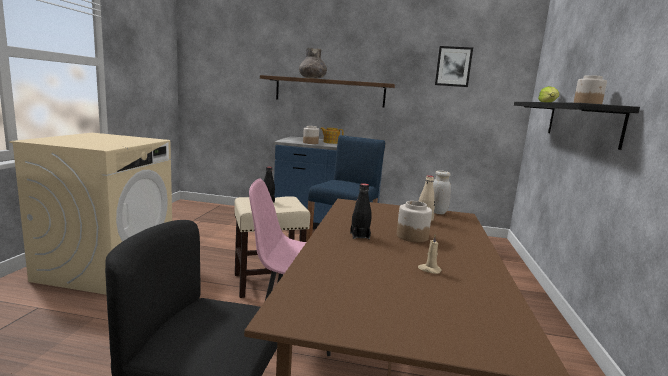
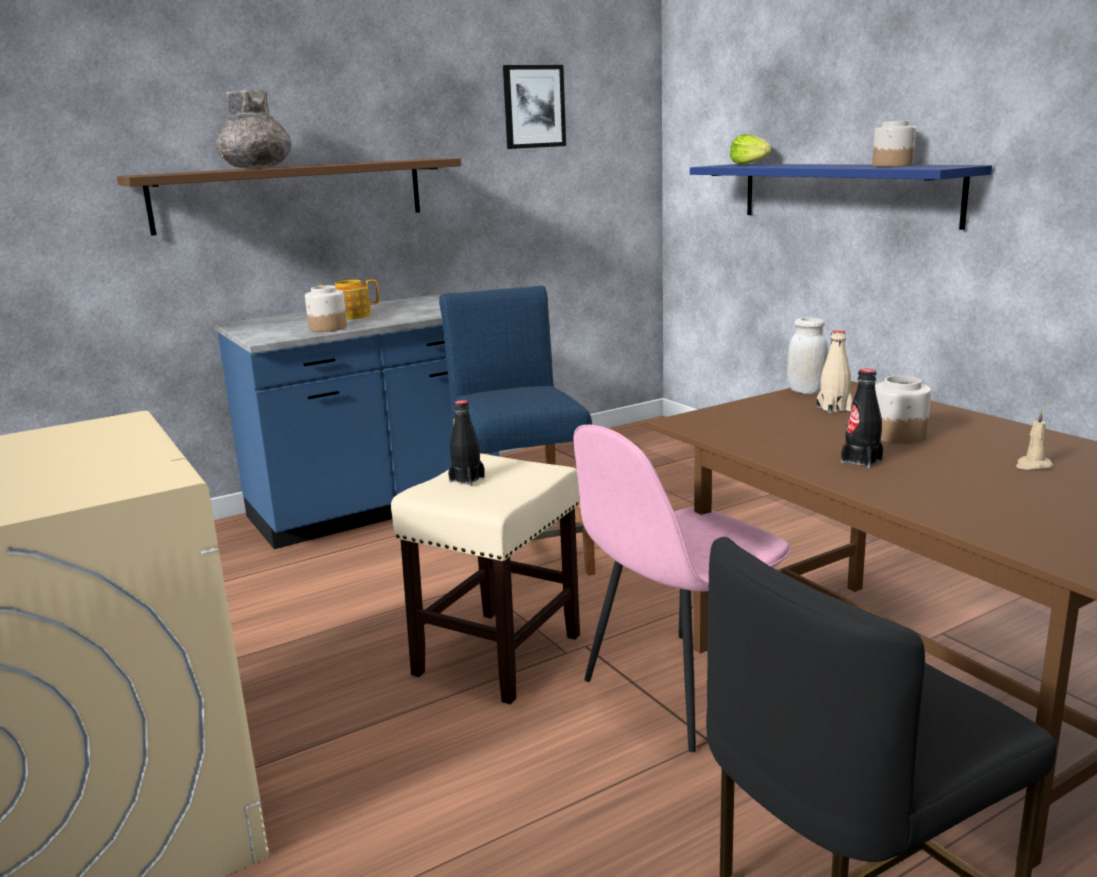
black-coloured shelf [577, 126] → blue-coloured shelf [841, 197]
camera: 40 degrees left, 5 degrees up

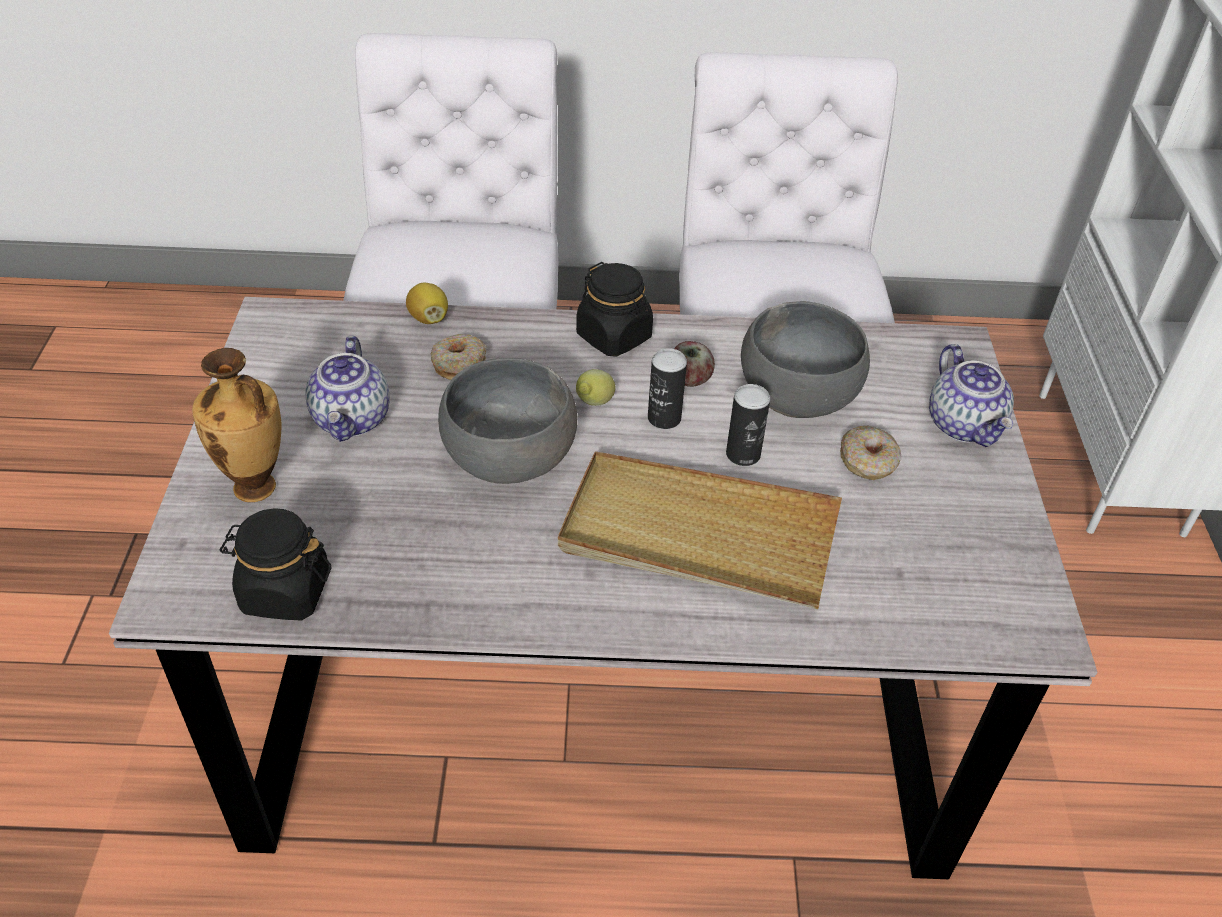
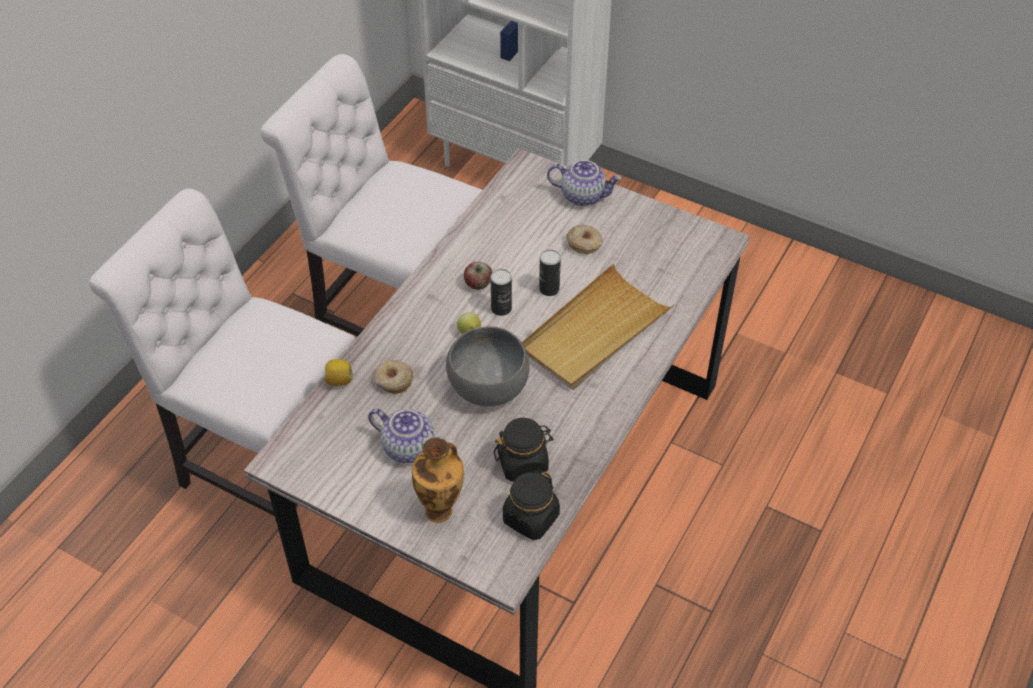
black-coloured preserve jar [614, 309] → black-coloured preserve jar [523, 450], moved
gray bowl [805, 359] → -
camera: 60 degrees left, 5 degrees up

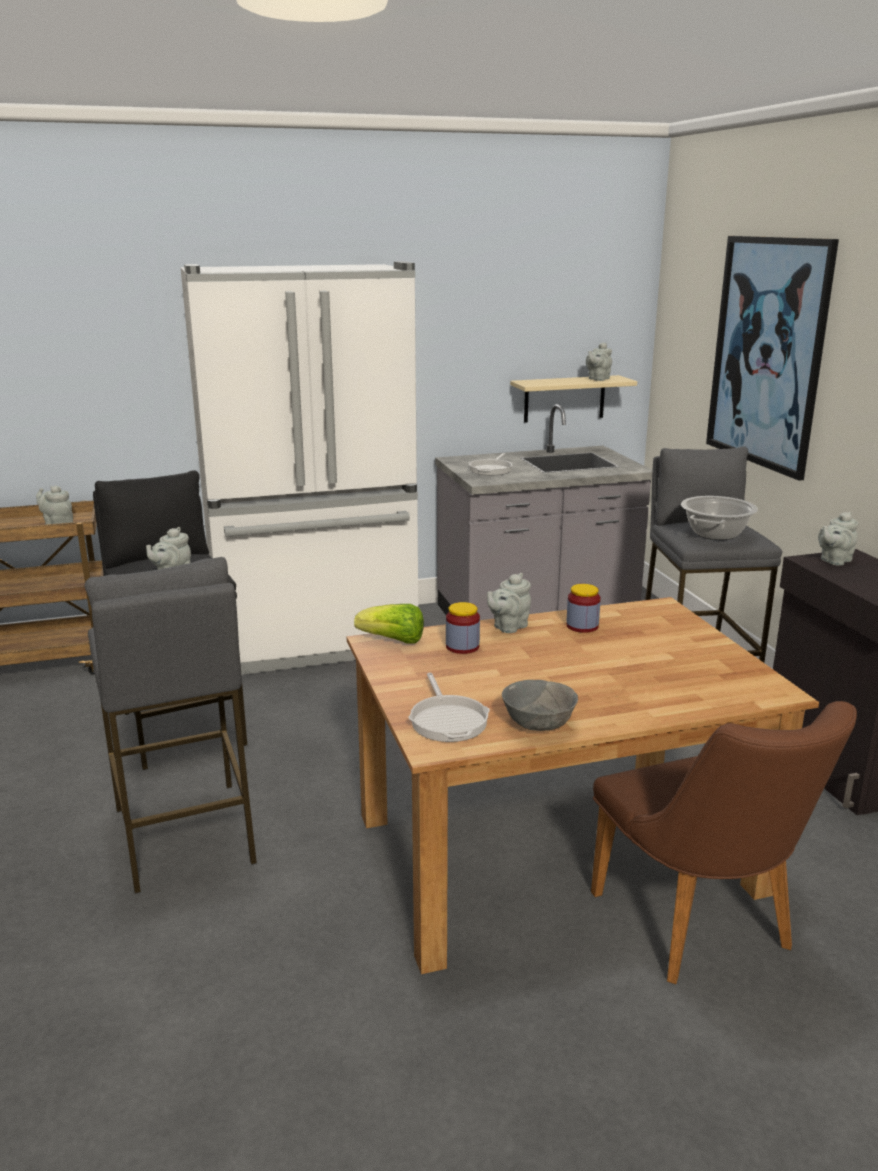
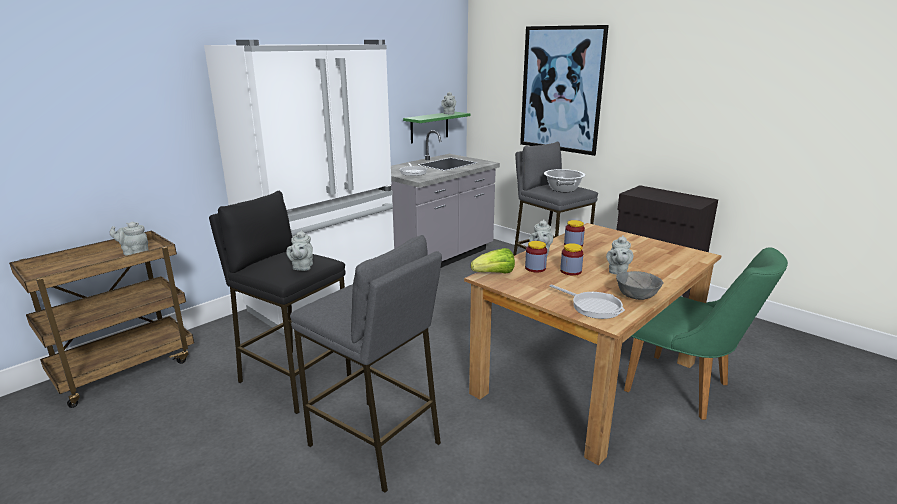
beige-coloured shelf [573, 399] → greenish shelf [437, 128]
- → preserve jar [572, 259]
gray tea pot [838, 539] → gray tea pot [619, 255], moved
brownish chair [724, 842] → greenish chair [706, 333]
camera: 30 degrees left, 0 degrees up

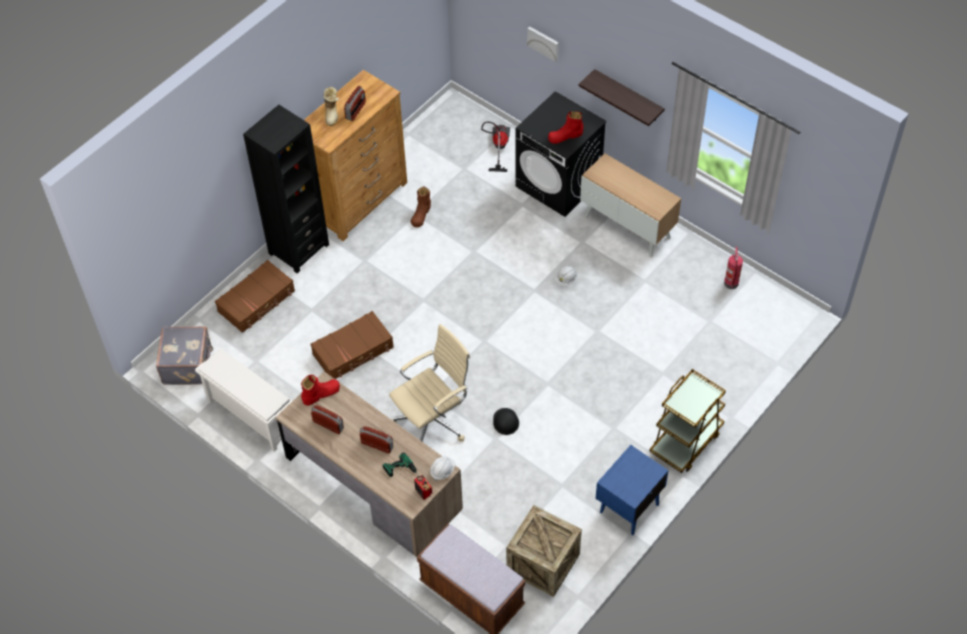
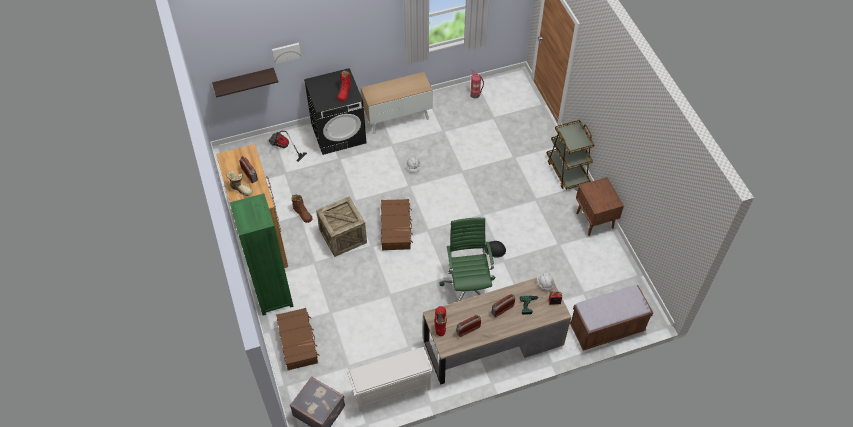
shelf [621, 97] → shelf [245, 83], moved
black-coloured shelving unit [286, 189] → greenish shelving unit [262, 254]
shipping crate [544, 551] → shipping crate [341, 226], moved
brownish piece of luggage [352, 345] → brownish piece of luggage [397, 224], moved
beige-coloured office chair [429, 383] → greenish office chair [467, 259]
blue-coloured nightstand [632, 490] → brownish nightstand [600, 206]
camera: 60 degrees left, 0 degrees up

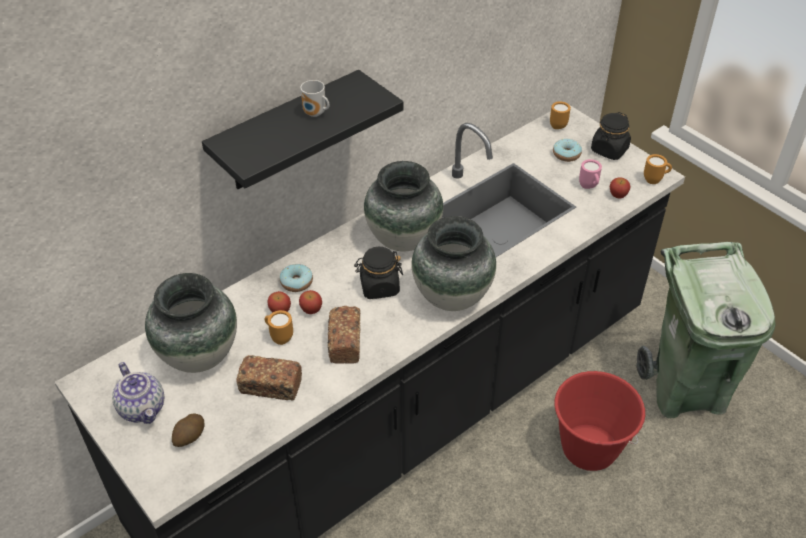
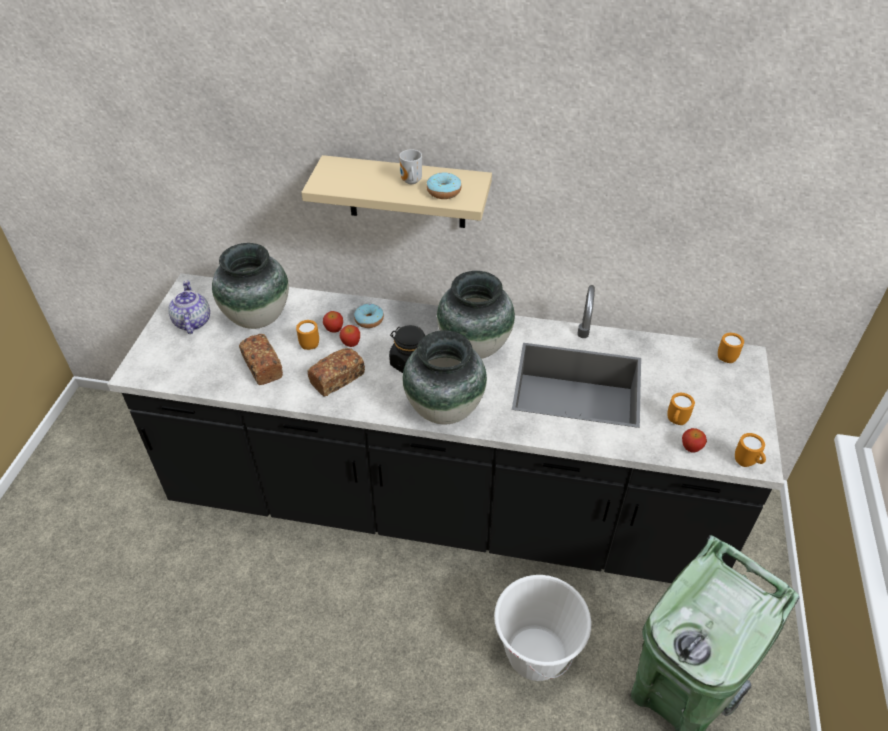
tea pot [138, 393] → tea pot [189, 307], 150 degrees clockwise
black-coloured shelf [303, 129] → beige-coloured shelf [396, 191]
doughnut [567, 150] → doughnut [443, 185], moved
red-coloured water bucket [599, 421] → whitish water bucket [542, 628]
pink mug [590, 174] → orange mug [681, 409]
potato [188, 430] → -
black-coloured preserve jar [611, 136] → -
camera: 50 degrees right, 0 degrees up

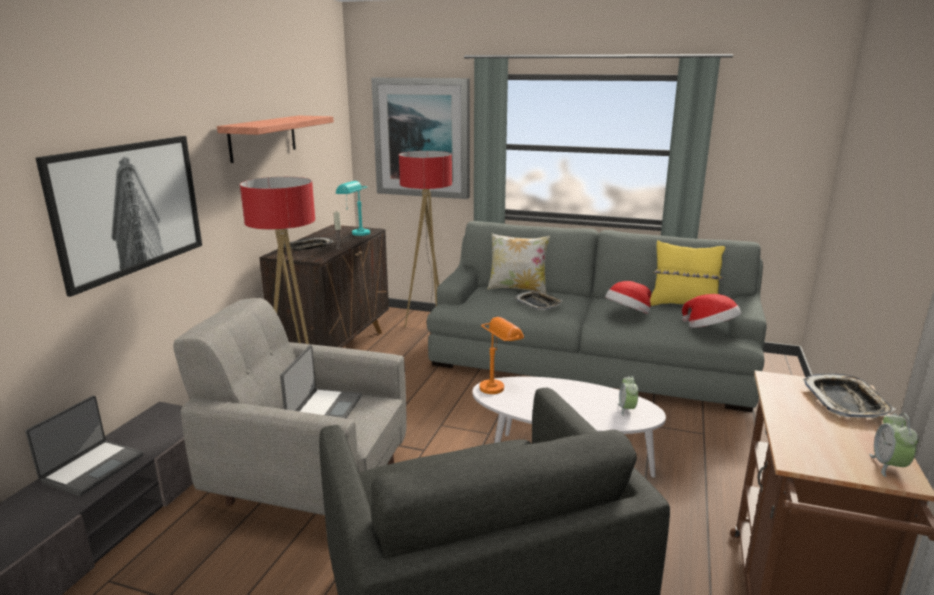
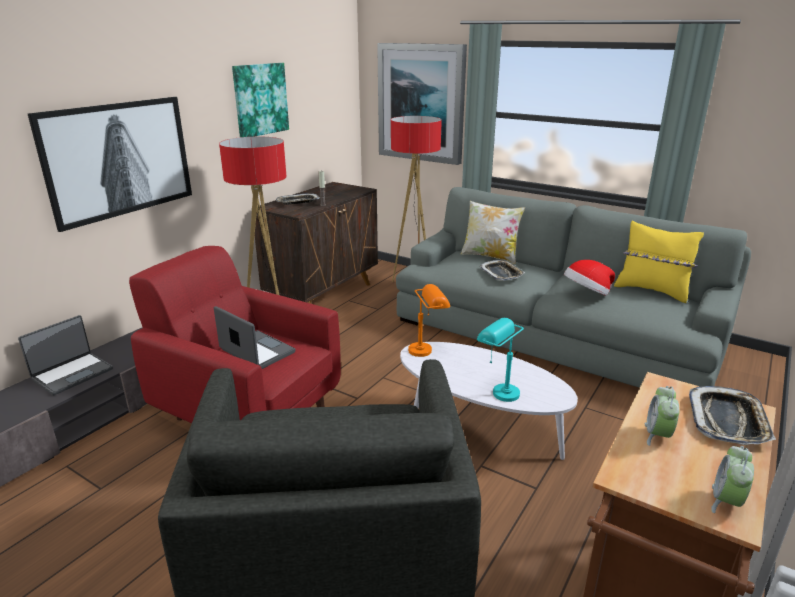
gray armchair [290, 406] → red-coloured armchair [235, 334]
laptop [321, 382] → laptop [255, 337], 75 degrees counterclockwise
shelf [275, 139] → wall picture [260, 100]
blue-green table lamp [353, 208] → blue-green table lamp [500, 360], moved
alarm clock [628, 396] → alarm clock [662, 416], moved
hat [711, 311] → -
camera: 15 degrees right, 5 degrees up

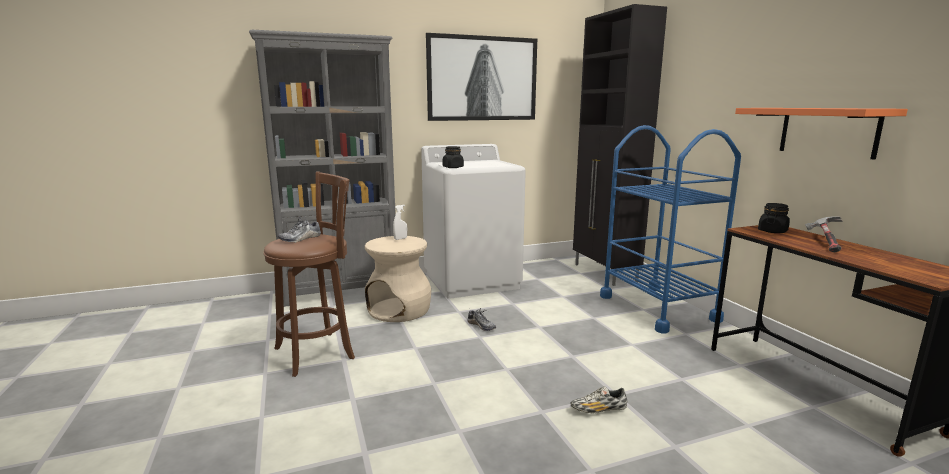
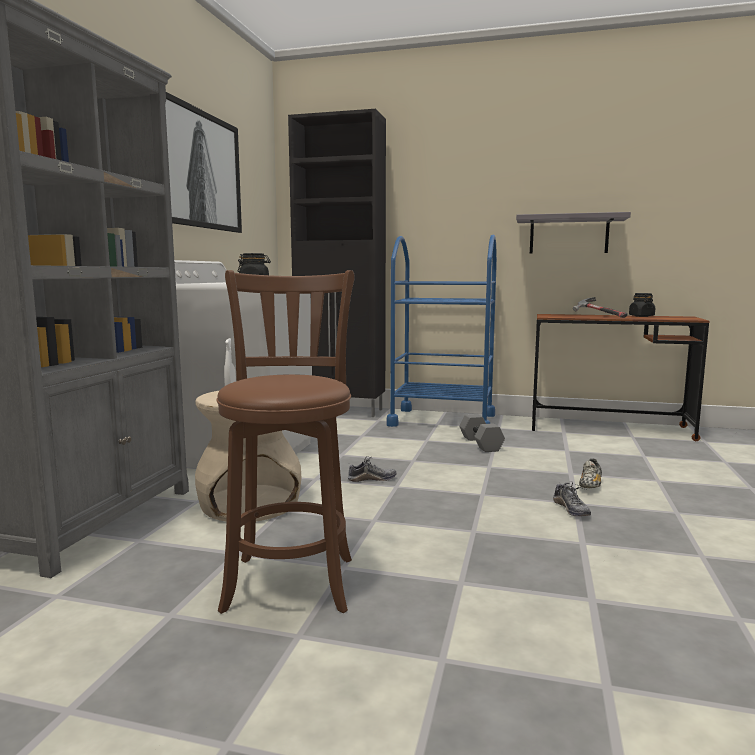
- → gray free weight [482, 433]
orange shelf [821, 134] → gray shelf [573, 233]
shoe [299, 230] → shoe [572, 498], moved
black-coloured preserve jar [774, 218] → black-coloured preserve jar [642, 305], moved
camera: 55 degrees left, 5 degrees down

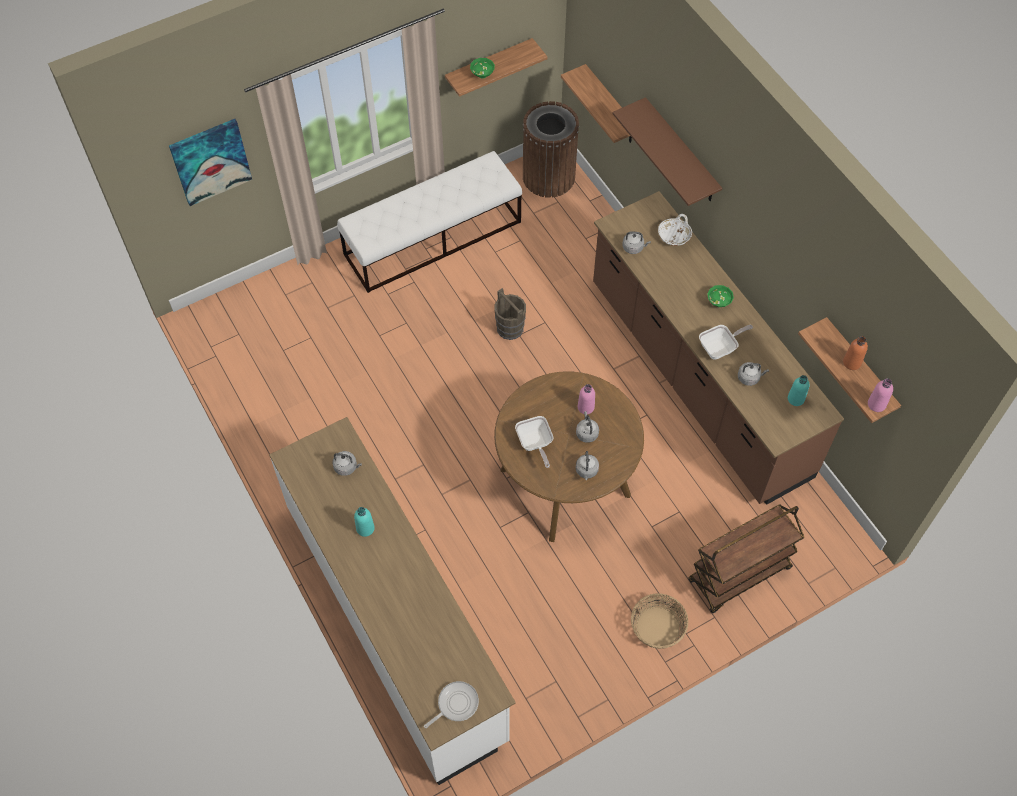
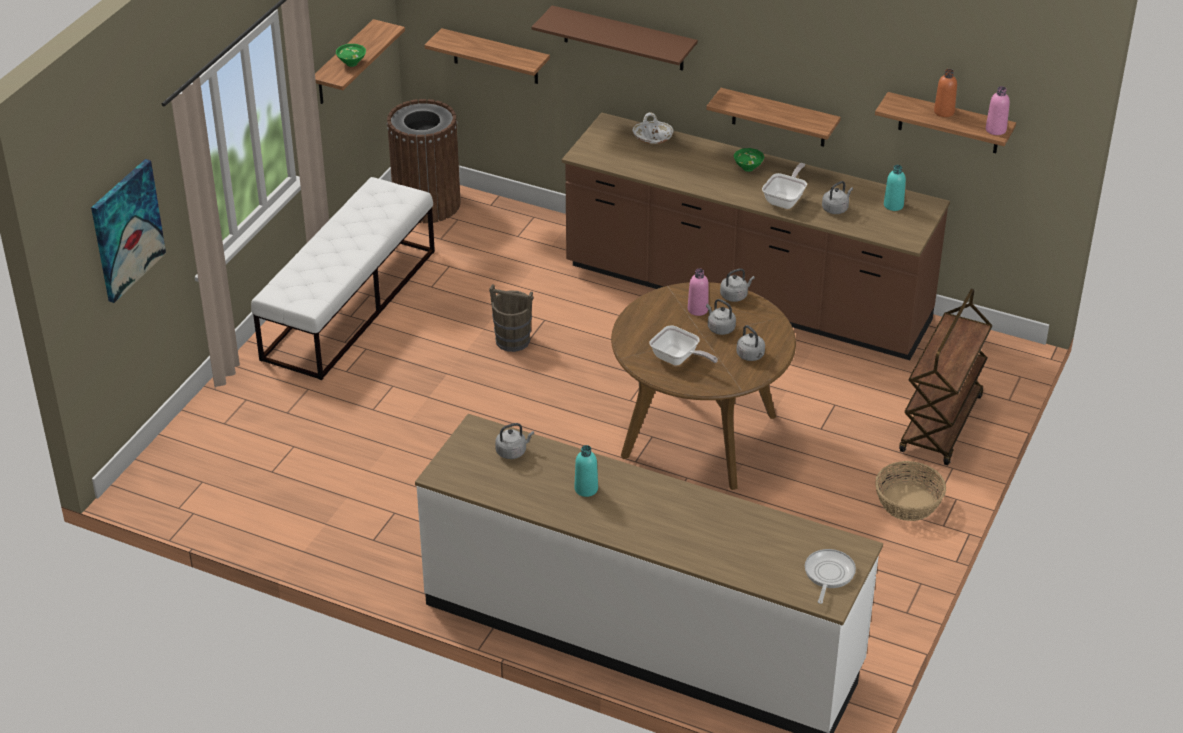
- → shelf [773, 117]
gray tea kettle [636, 242] → gray tea kettle [737, 285], moved
camera: 35 degrees left, 20 degrees down

